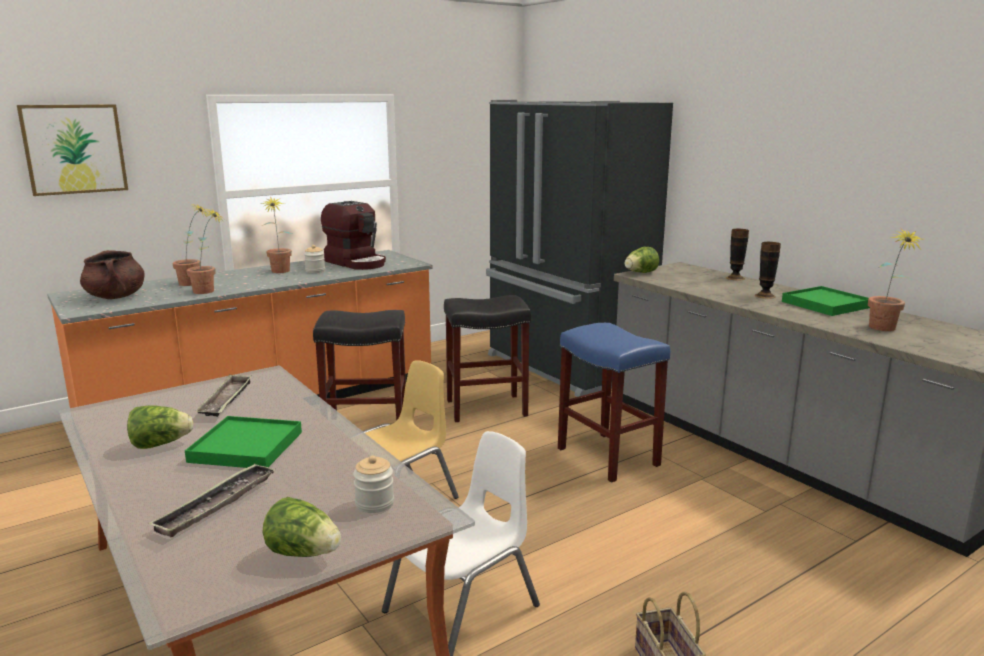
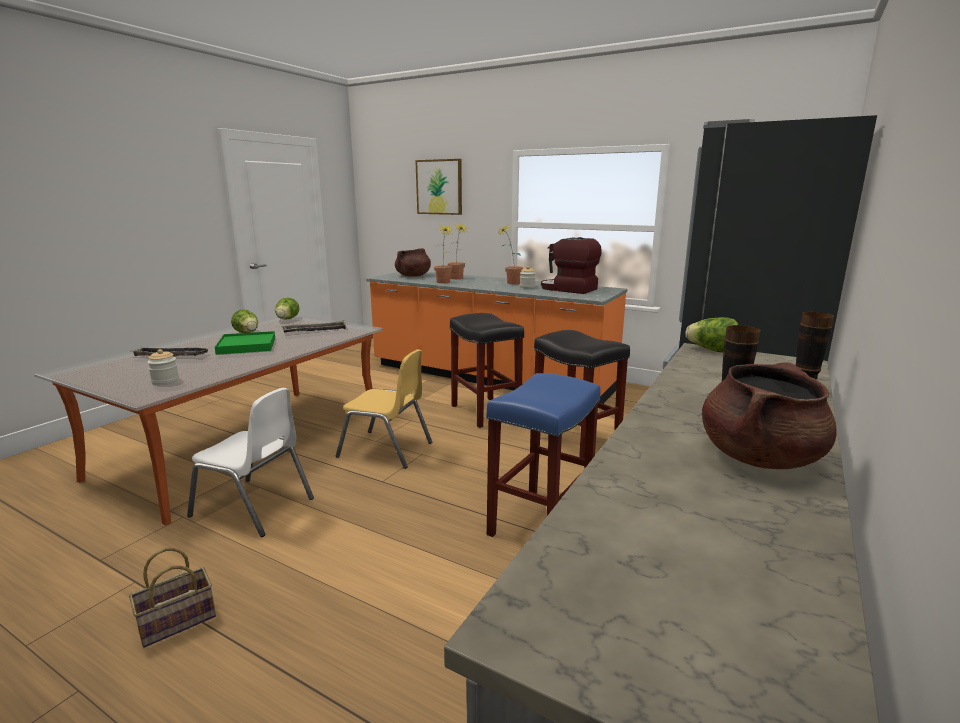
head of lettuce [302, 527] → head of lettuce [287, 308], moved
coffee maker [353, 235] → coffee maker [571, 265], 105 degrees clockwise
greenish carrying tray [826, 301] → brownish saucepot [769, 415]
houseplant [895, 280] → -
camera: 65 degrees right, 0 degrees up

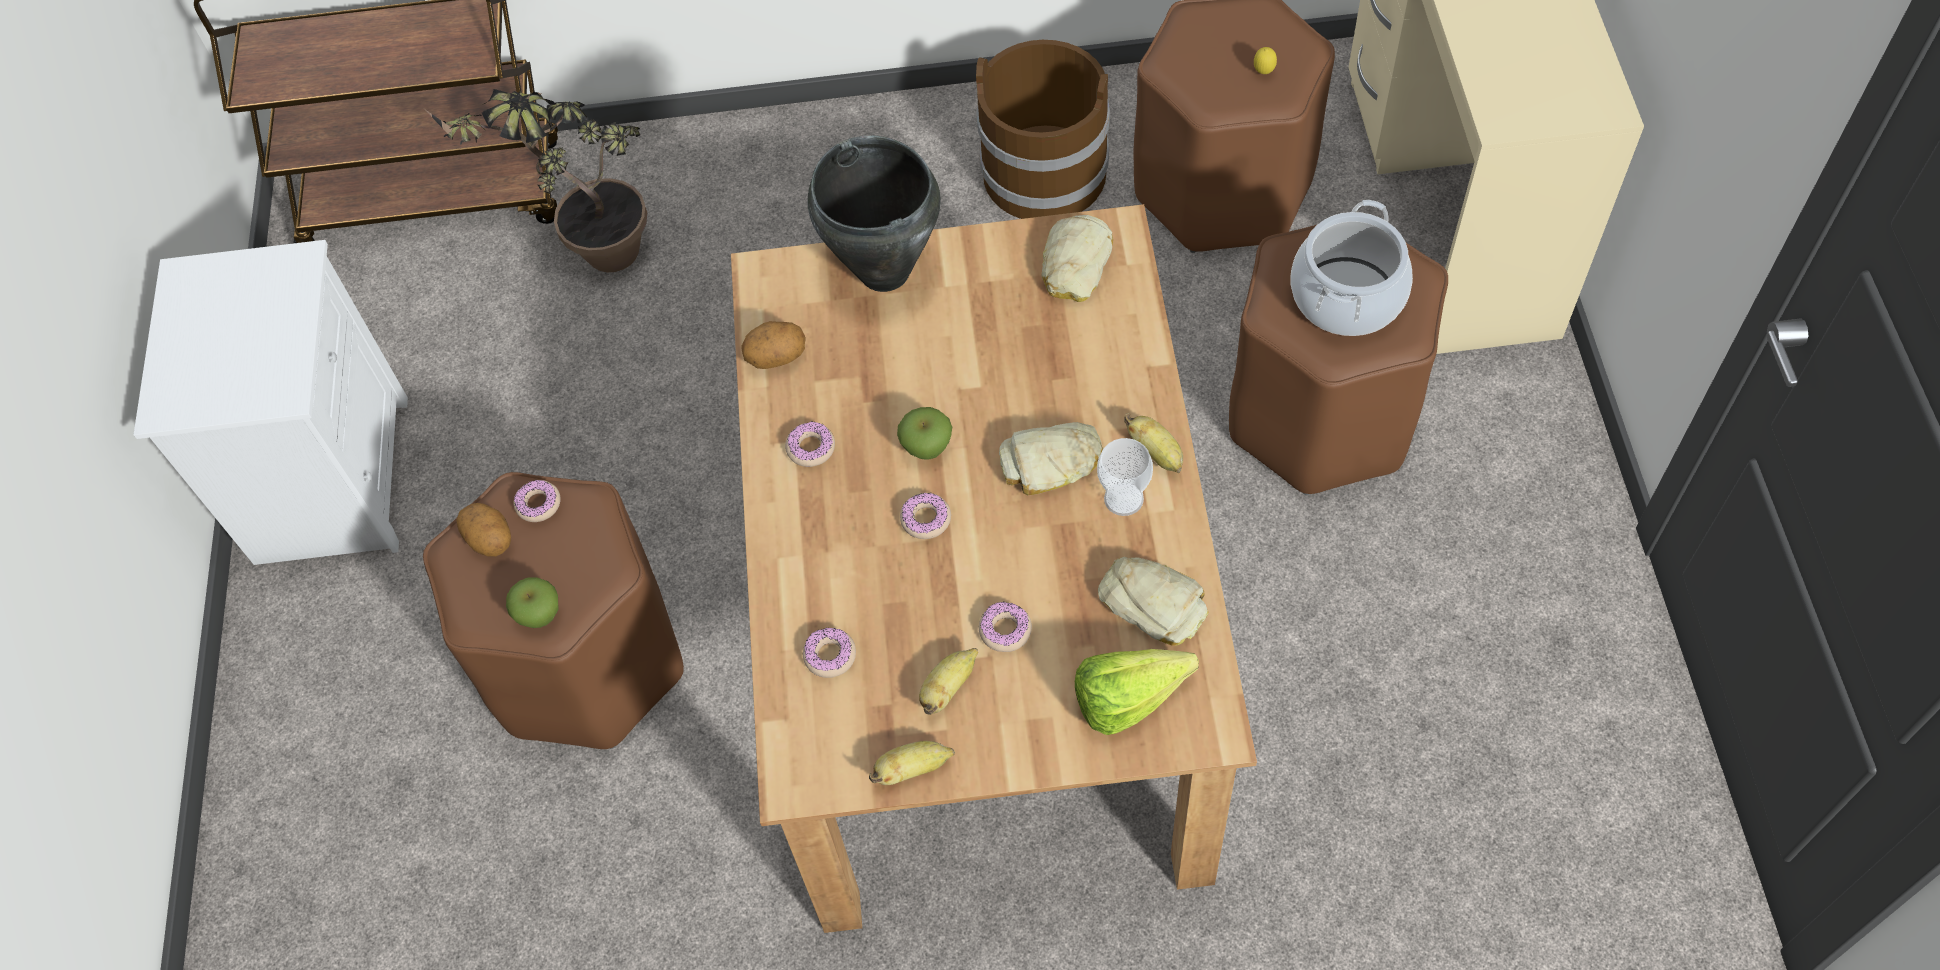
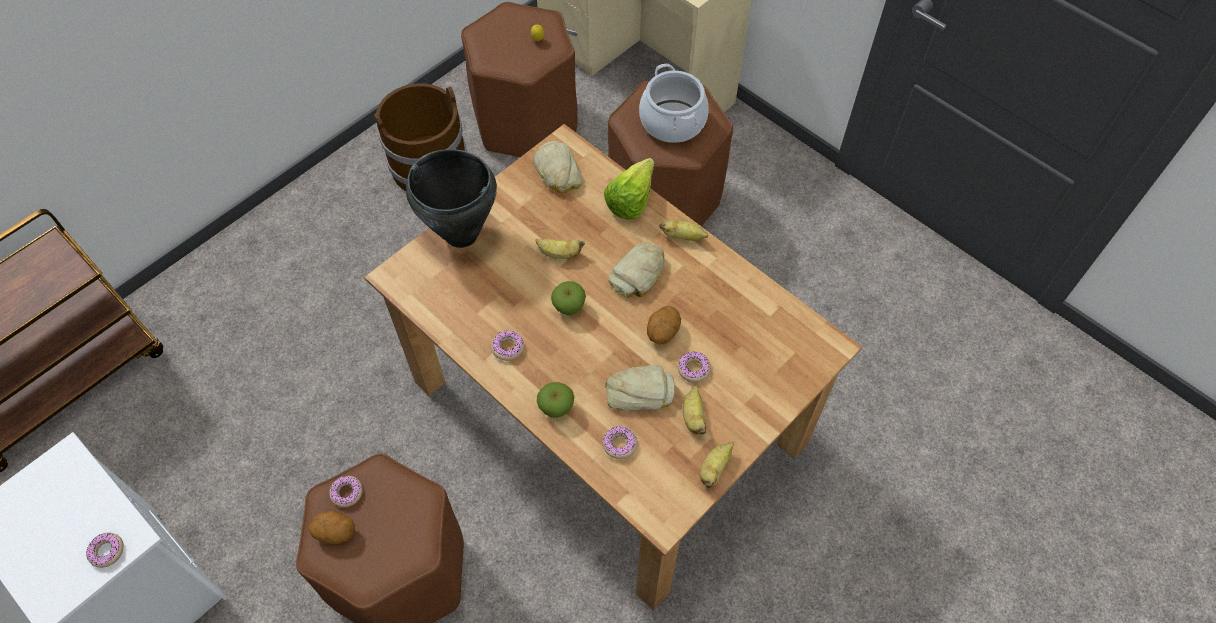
doughnut [925, 515] → doughnut [105, 550], moved
- → banana [560, 249]
apple fruit [532, 602] → apple fruit [555, 400], moved
head of lettuce [1137, 692] → head of lettuce [629, 188], moved
baked bread [1153, 601] → baked bread [640, 388], moved
potato [773, 345] → potato [664, 325], moved
houseplant [536, 180] → -
small cup [1125, 477] → -
camera: 45 degrees left, 0 degrees up

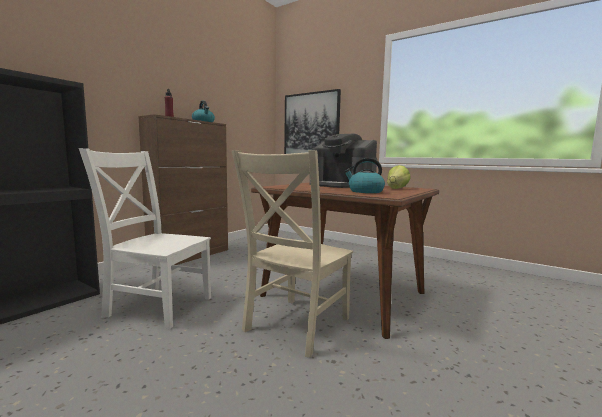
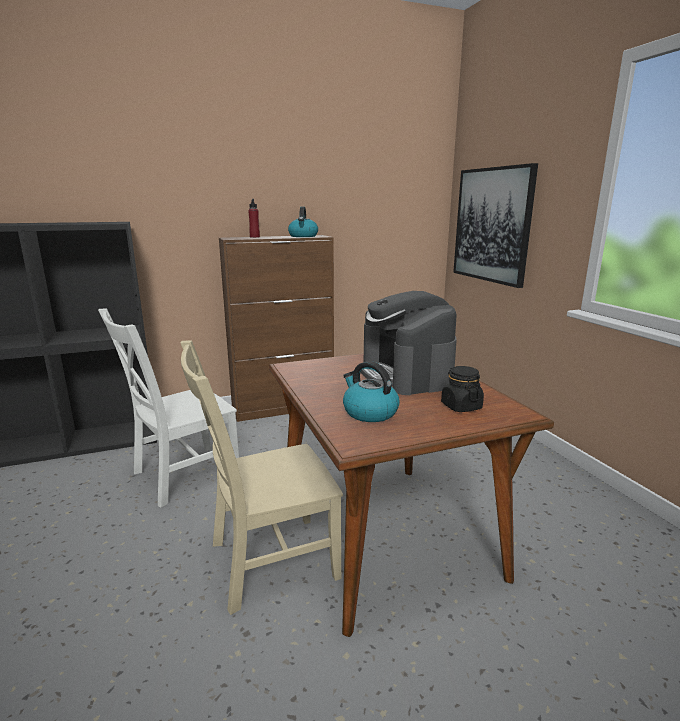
whitish chair [145, 238] → whitish chair [168, 407], 90 degrees counterclockwise
head of lettuce [399, 177] → black-coloured preserve jar [462, 389]
camera: 35 degrees right, 10 degrees up

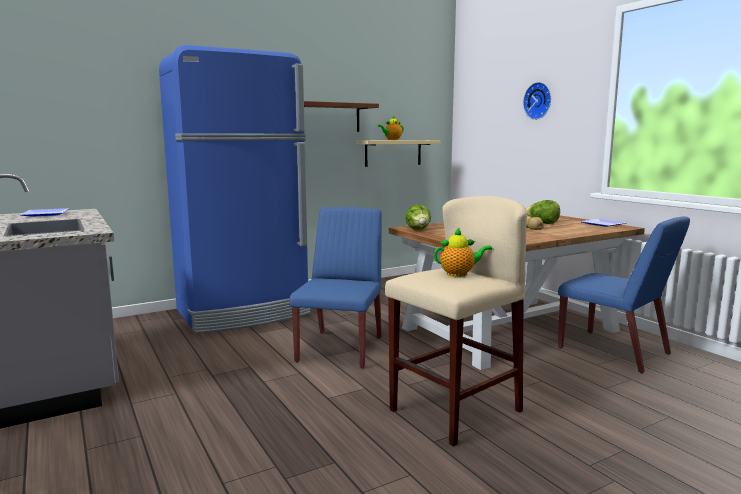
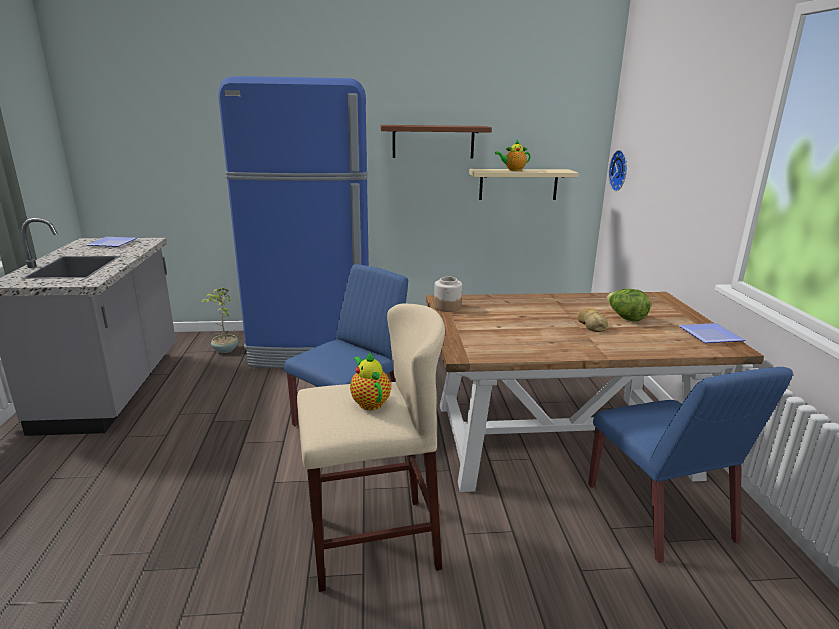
- → houseplant [219, 320]
tea pot [463, 252] → tea pot [370, 380], 135 degrees counterclockwise
head of lettuce [418, 217] → preserve jar [448, 294]
wall clock [537, 101] → wall clock [617, 170], moved
camera: 25 degrees right, 10 degrees up

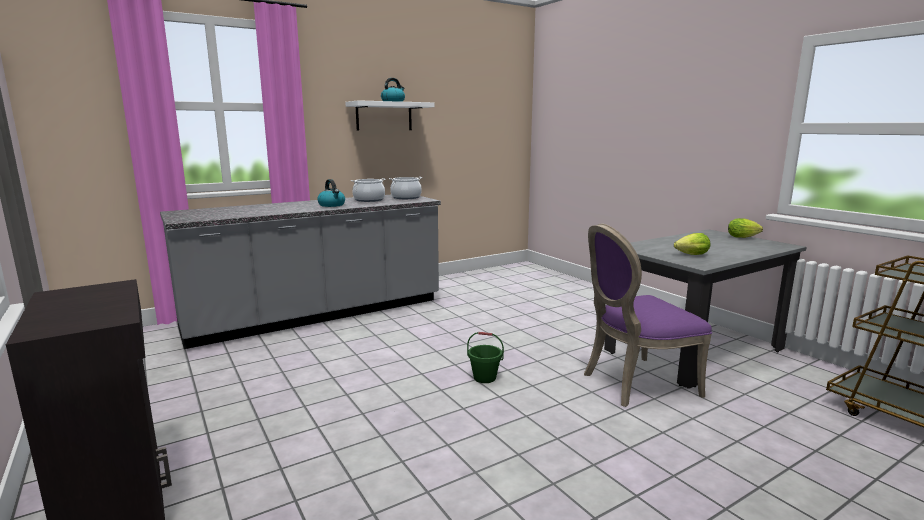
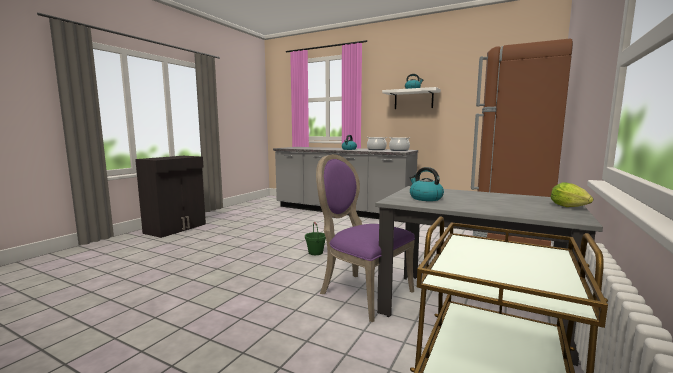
head of lettuce [692, 244] → tea kettle [427, 184]
- → brownish refrigerator [522, 142]
camera: 60 degrees right, 5 degrees down

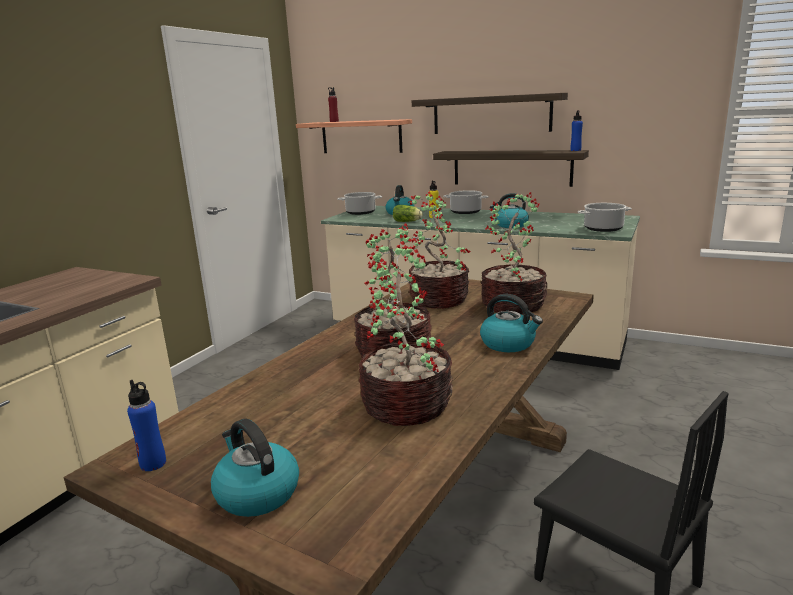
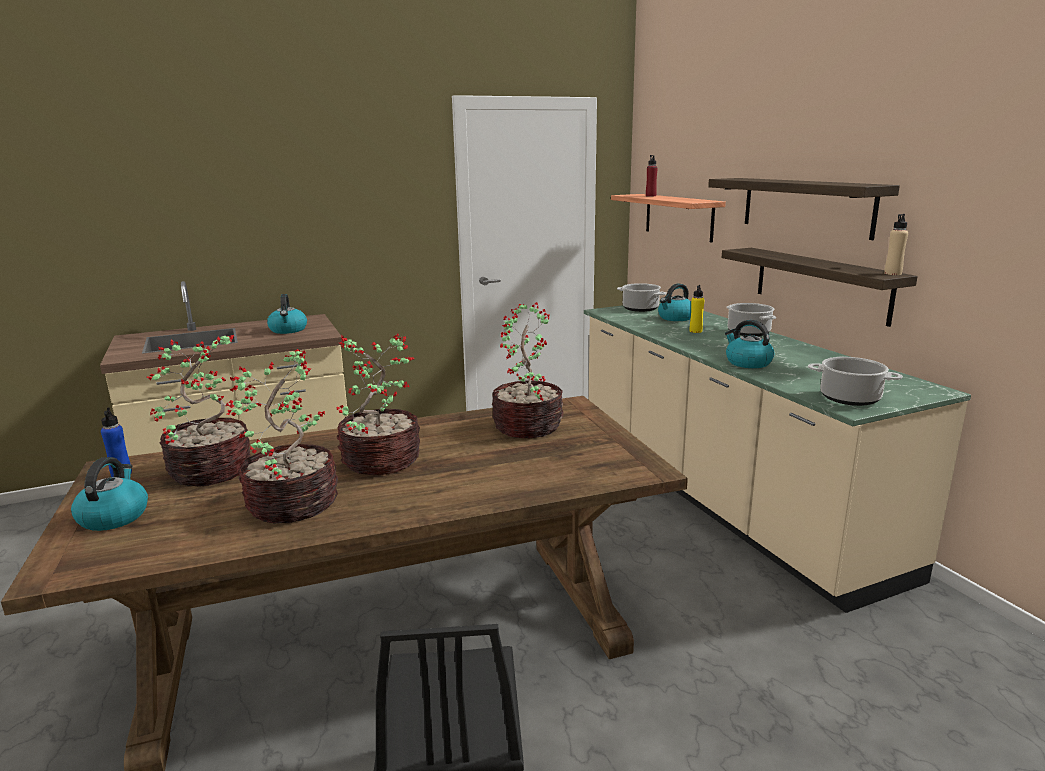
houseplant [514, 253] → houseplant [204, 411], moved
tea kettle [511, 323] → tea kettle [287, 314], moved
blue-coloured bottle [576, 130] → beige-coloured bottle [896, 244]
head of lettuce [408, 213] → -
camera: 40 degrees right, 0 degrees up

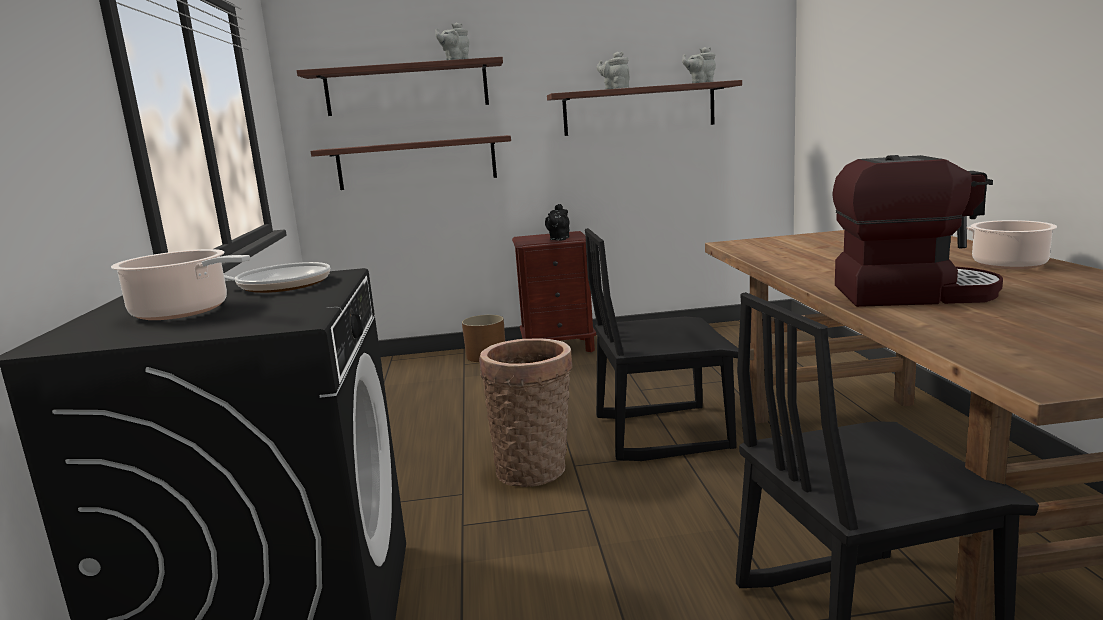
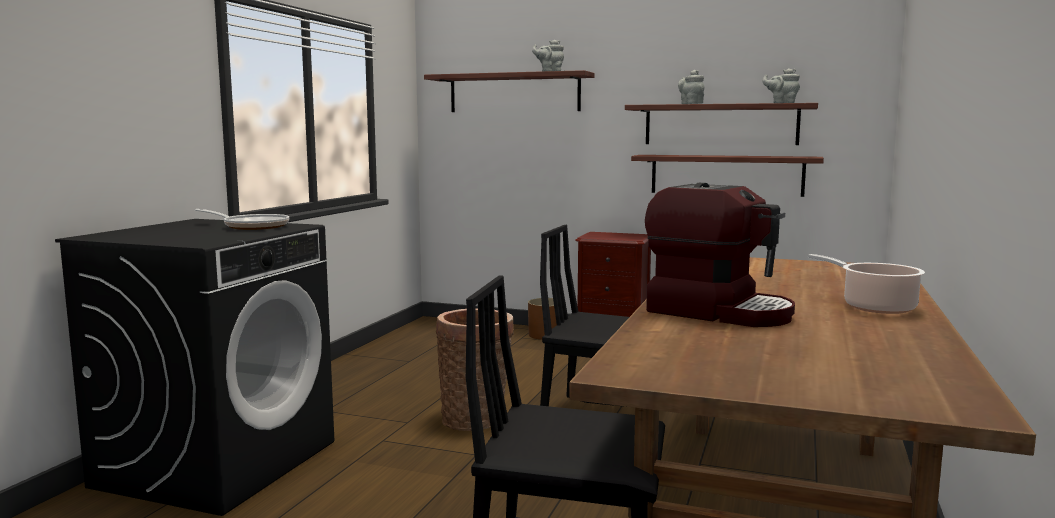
shelf [411, 162] → shelf [727, 176], moved
saucepot [180, 284] → -
black-coloured tea pot [557, 222] → -
camera: 25 degrees right, 5 degrees down

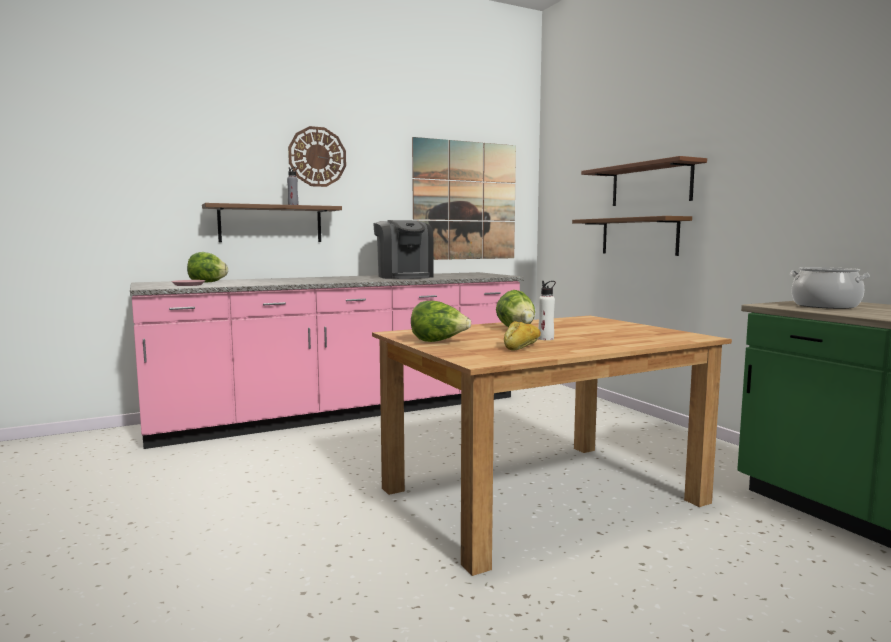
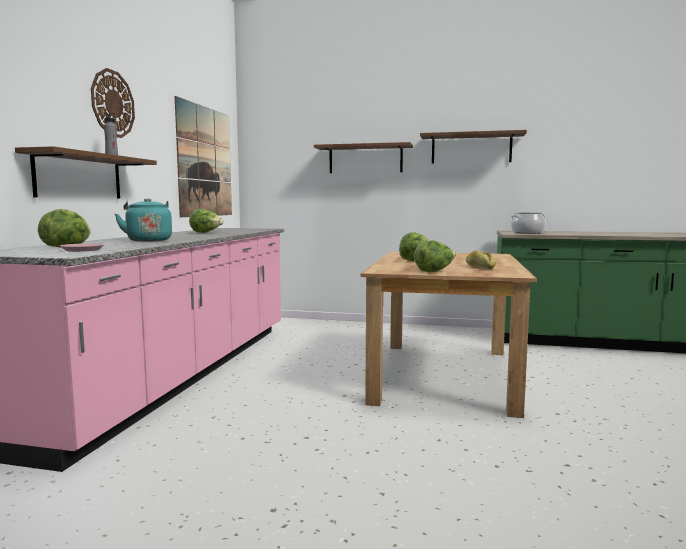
- → blue-green tea kettle [143, 220]
coffee maker [403, 249] → head of lettuce [206, 221]
brownish shelf [632, 236] → brownish shelf [473, 147], moved
whitish bottle [547, 310] → -
camera: 50 degrees left, 0 degrees up

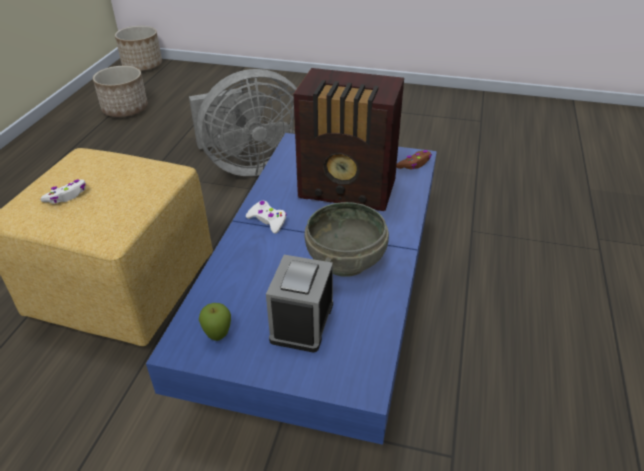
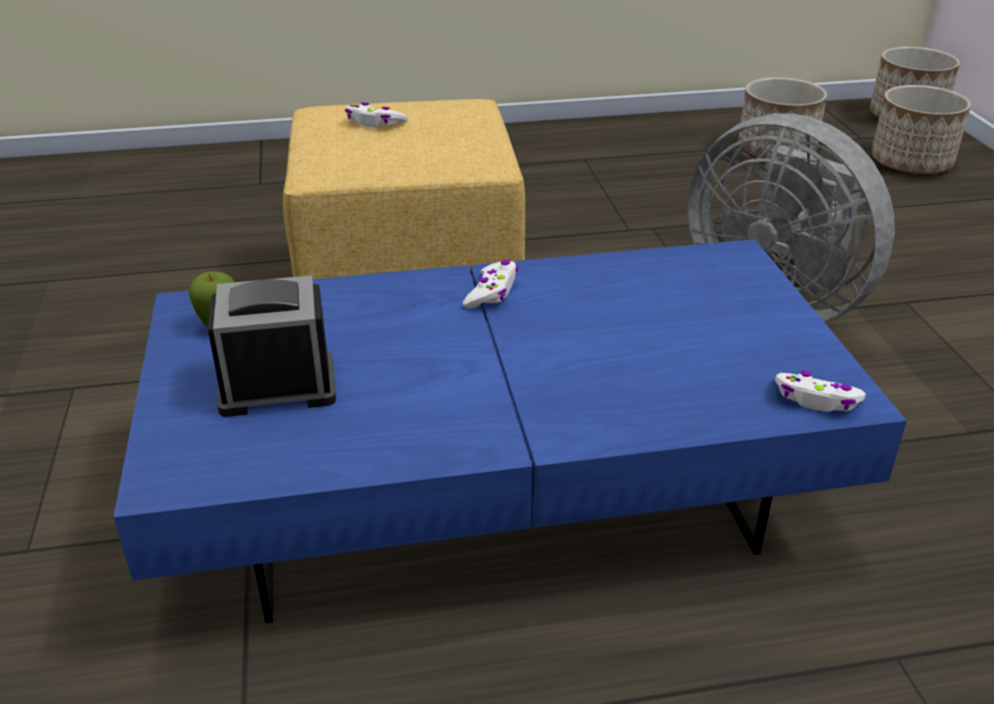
brownish gamepad [414, 159] → whitish gamepad [820, 391]
- → planter [921, 129]
radio set [349, 139] → -
gray bowl [347, 239] → -
camera: 65 degrees right, 5 degrees down

